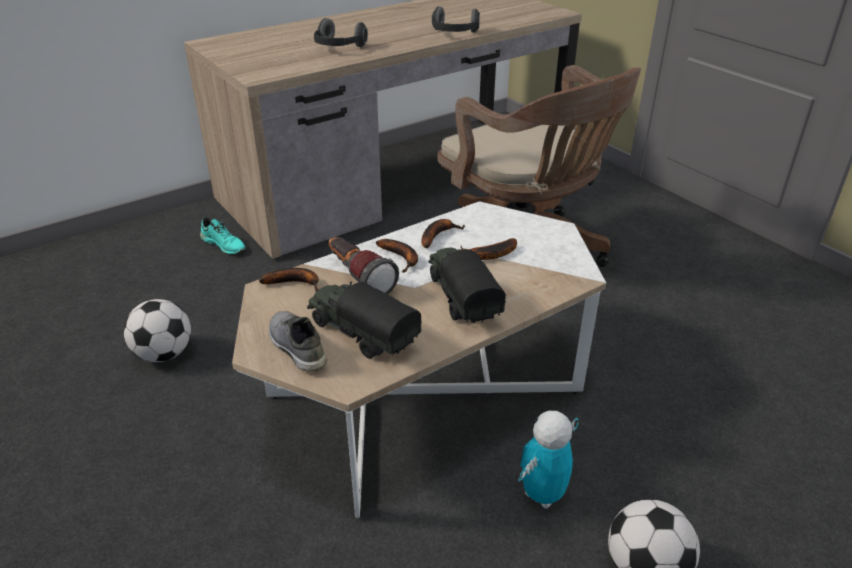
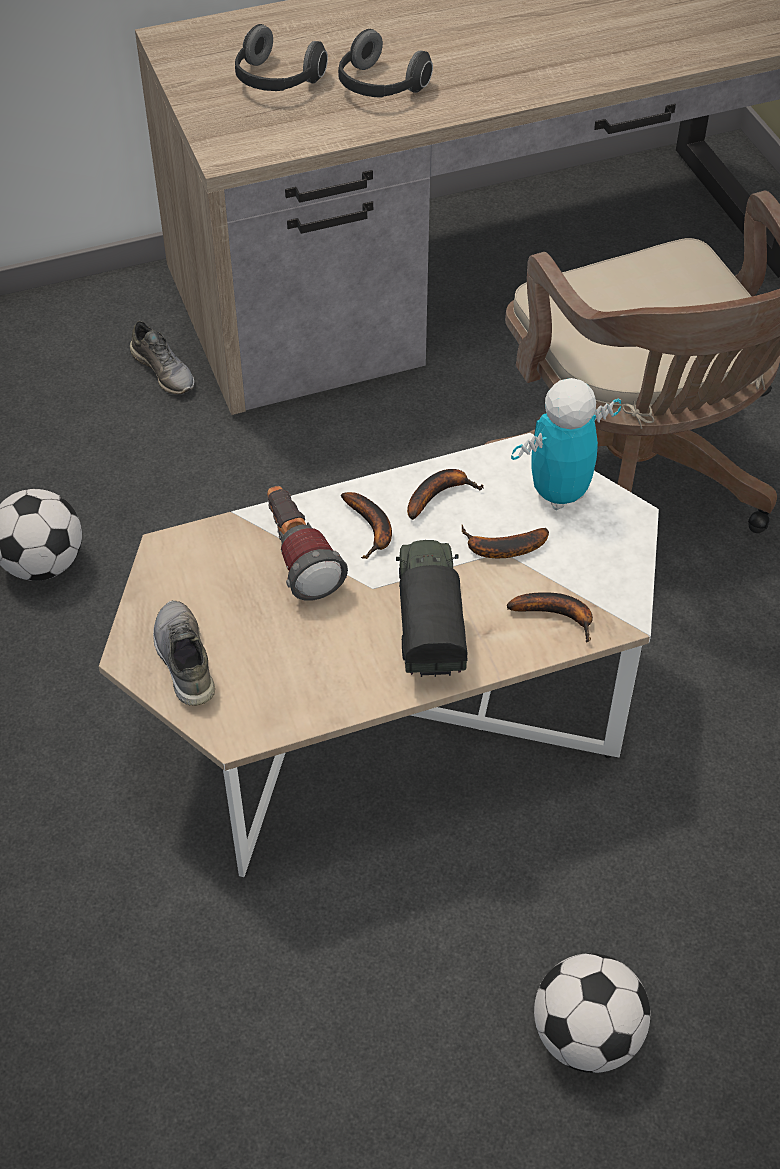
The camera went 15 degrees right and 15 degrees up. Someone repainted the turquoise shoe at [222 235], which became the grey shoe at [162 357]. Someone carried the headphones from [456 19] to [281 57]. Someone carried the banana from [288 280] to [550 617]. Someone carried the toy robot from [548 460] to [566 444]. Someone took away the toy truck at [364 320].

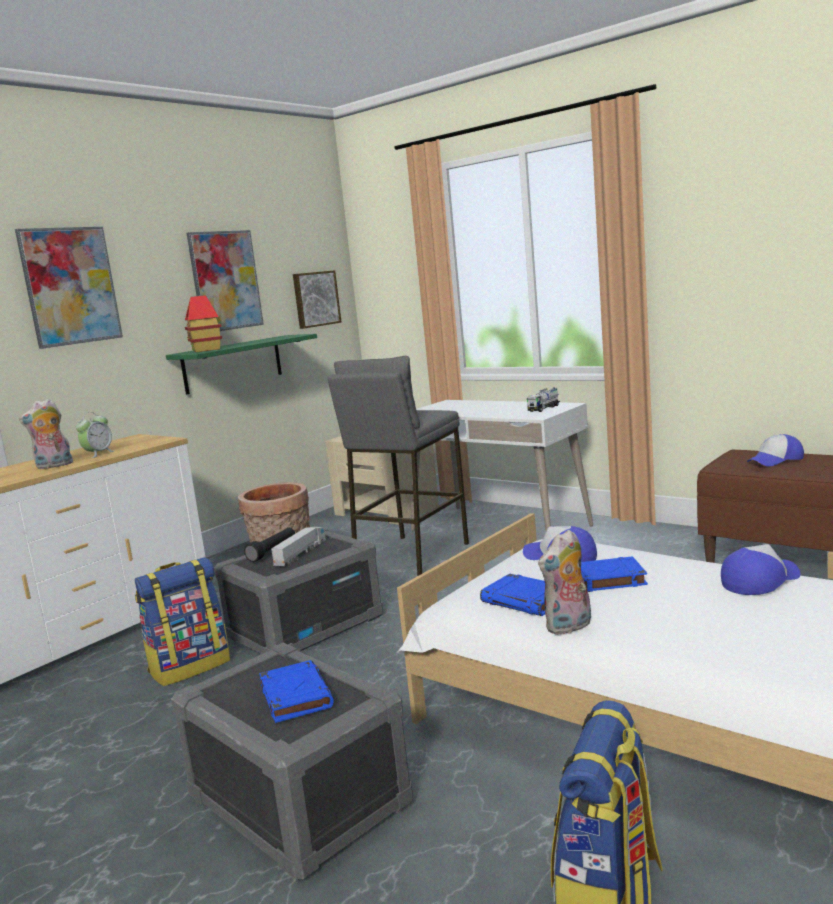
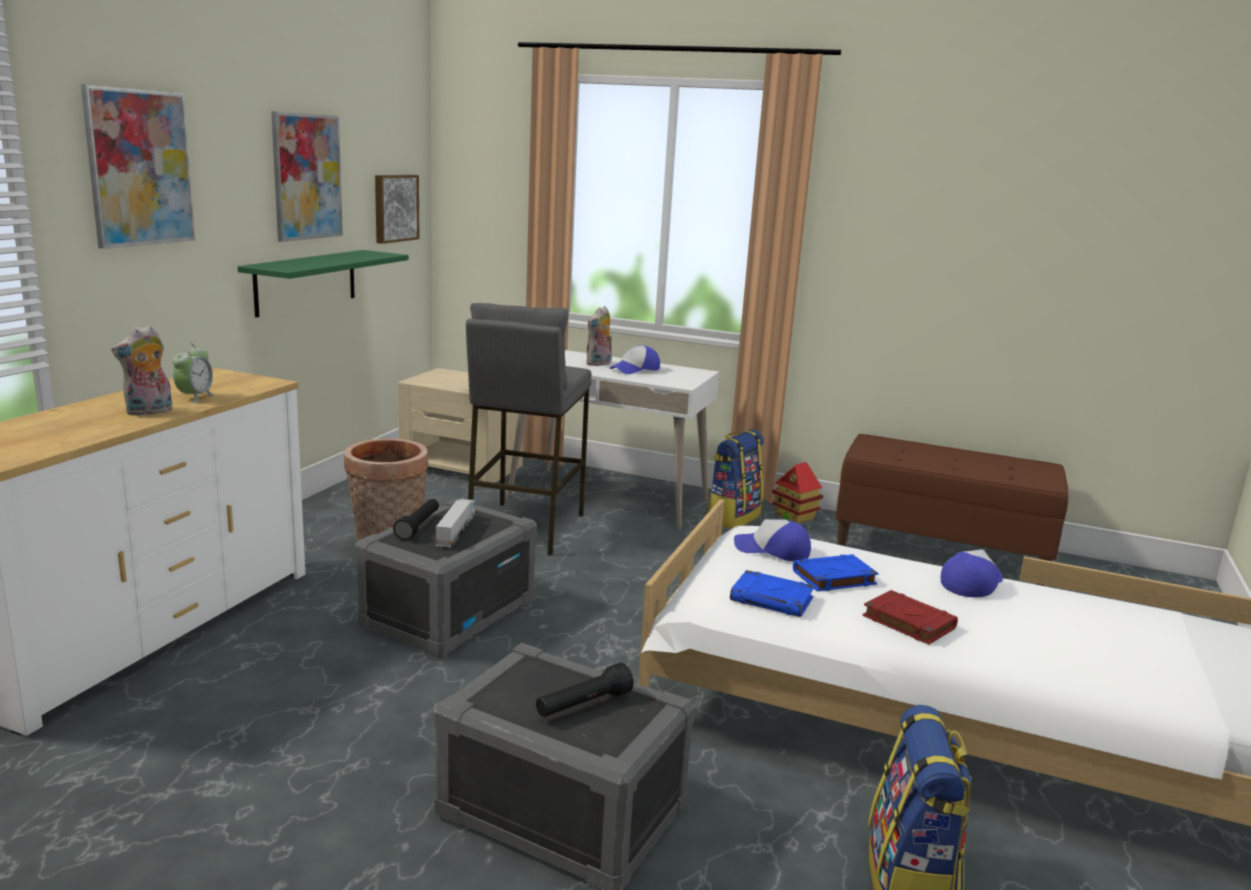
The camera went 20 degrees left and 5 degrees up. Someone swapped the blue book at [296 691] for the black flashlight at [585 689]. Someone carried the plush toy from [564 582] to [599 336]. Someone carried the cap from [775 450] to [635 360]. Someone carried the backpack from [182 621] to [734 479]. Someone carried the toy house from [203 323] to [797 492]. Someone put down the red book at [910 617]. Someone took away the toy truck at [543 399].

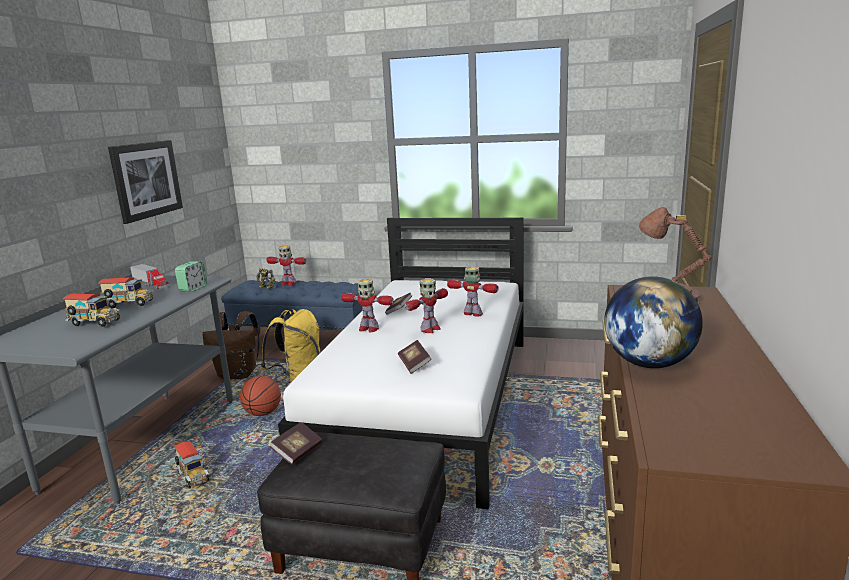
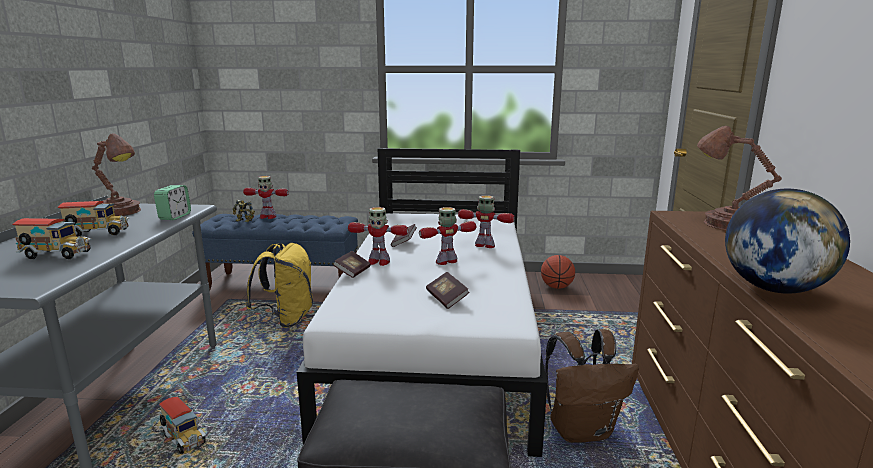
The camera went 10 degrees left and 0 degrees up. Someone swapped the toy truck at [150 276] for the brown table lamp at [116 174]. Someone carried the book from [296 443] to [352 264]. Someone rotated the toy robot at [426 306] by 150 degrees counterclockwise. Someone carried the basketball from [260 396] to [558 272]. Someone carried the brown backpack from [230 345] to [592 386]. Someone took away the picture at [145 182].

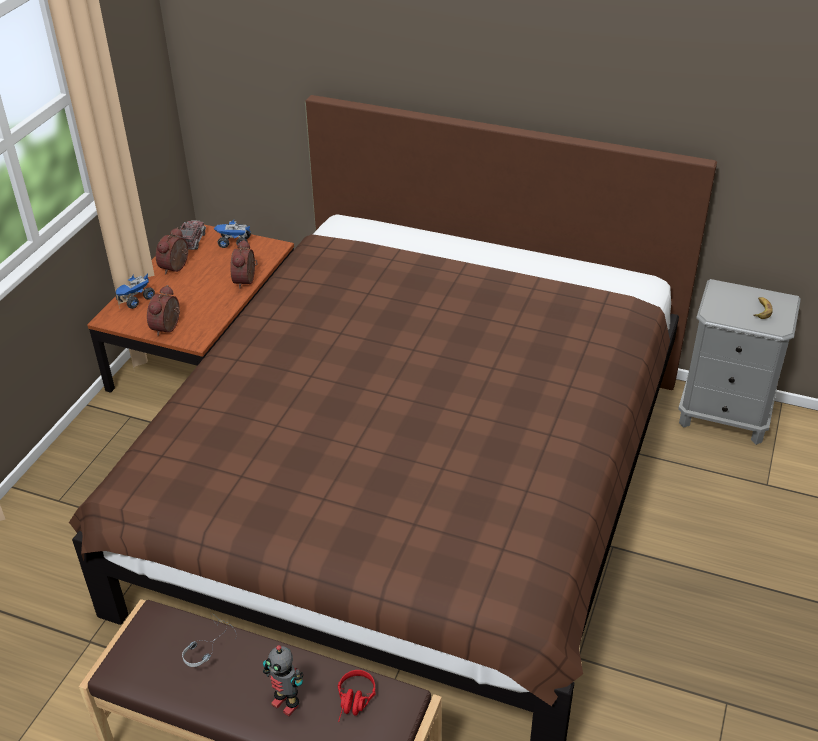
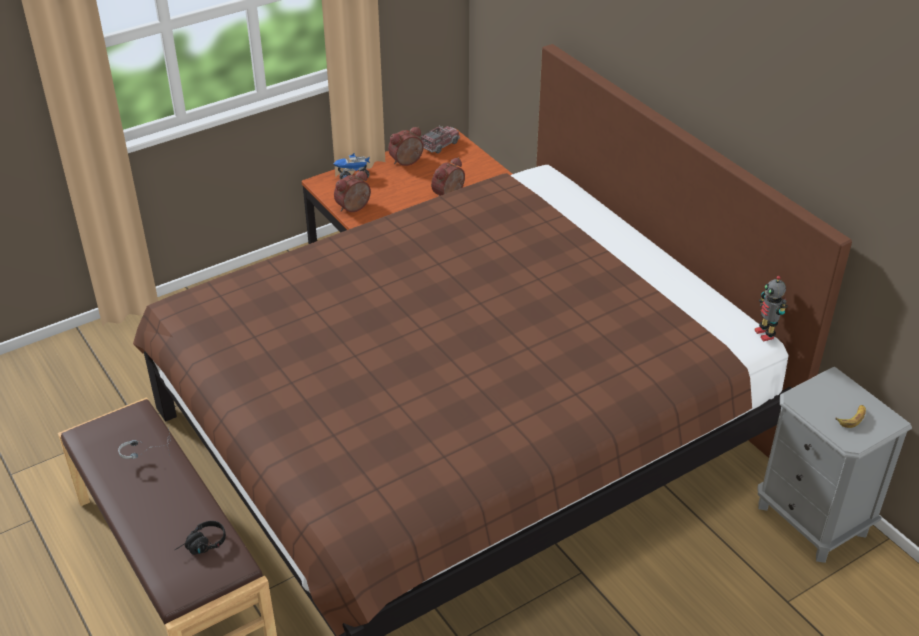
The camera went 35 degrees right and 0 degrees up. Someone repainted the red headphones at [357 696], which became the black headphones at [200 538]. Someone carried the toy robot from [283 680] to [771 308]. Someone took away the toy truck at [232 234].

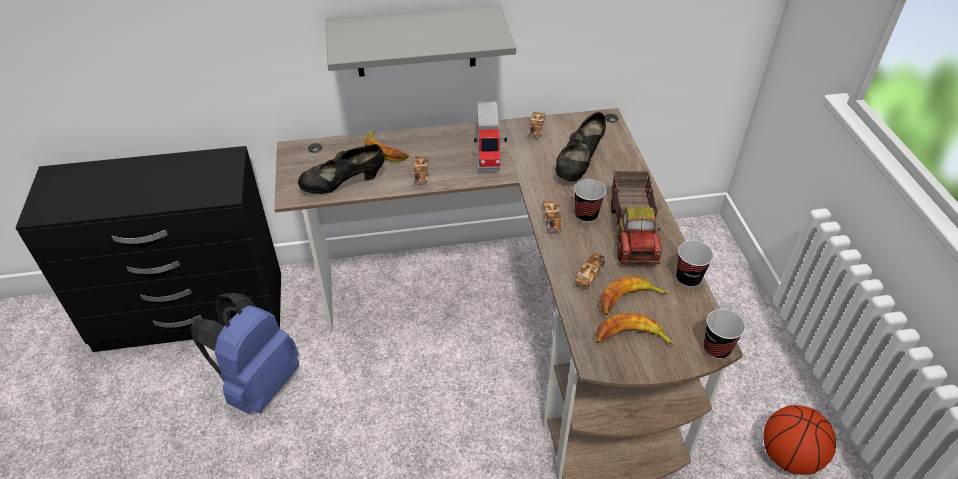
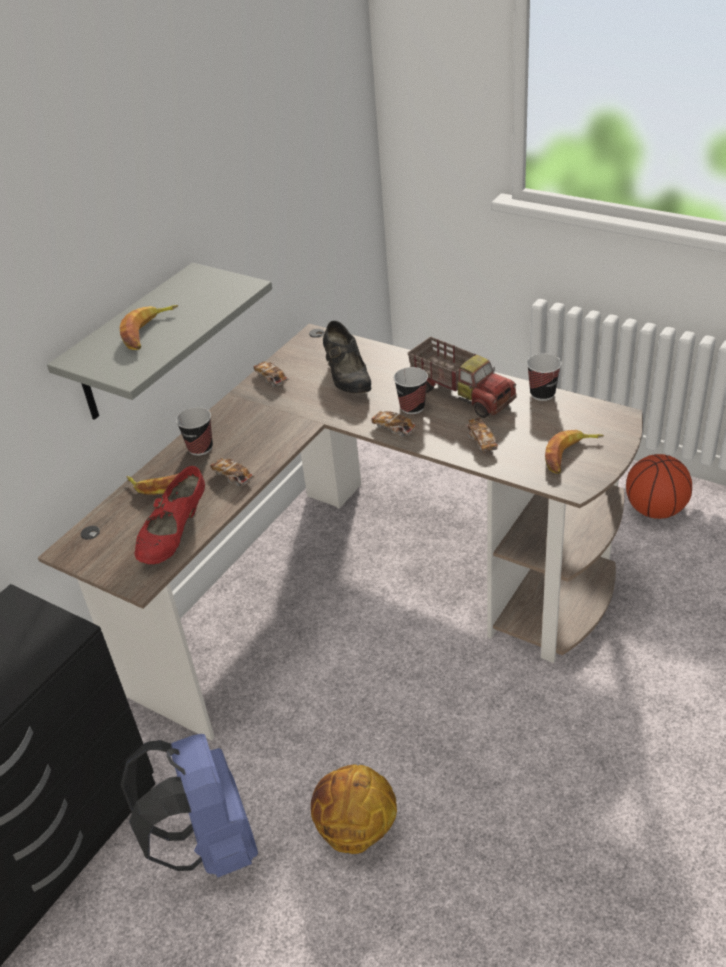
The camera went 45 degrees left and 5 degrees down. Someone carried the banana from [635 295] to [149 327]. Someone repainted the black shoe at [341 169], which became the red shoe at [169 515]. Someone carried the cup from [724 334] to [194 431]. Someone put down the basketball at [354 809]. Someone took away the toy truck at [490 136].

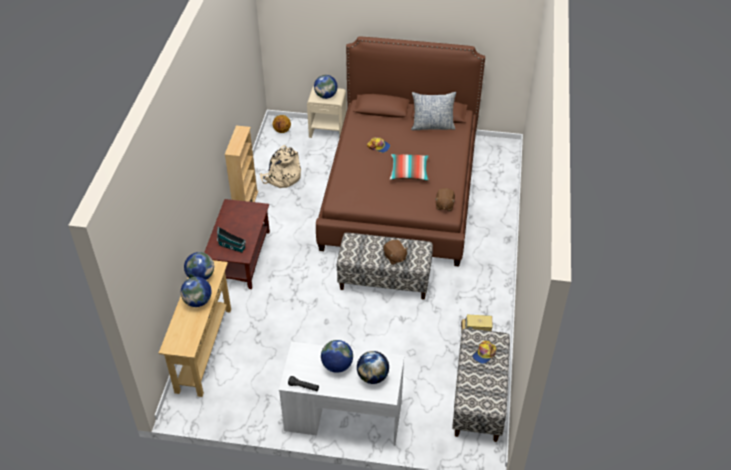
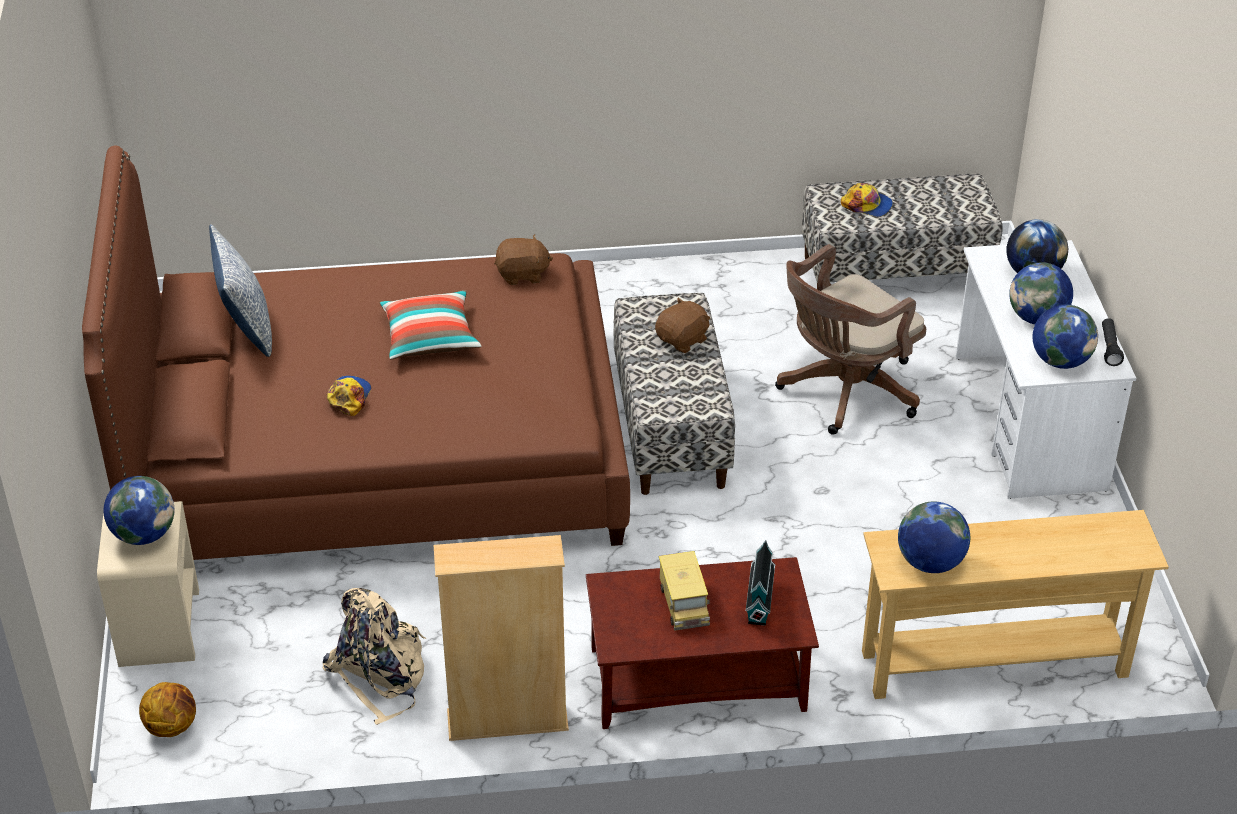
The camera went 105 degrees left and 5 degrees down. Someone carried the toy truck from [477 324] to [684 591]. Someone put down the brown office chair at [850 339]. Someone carried the globe from [196 292] to [1065 336].

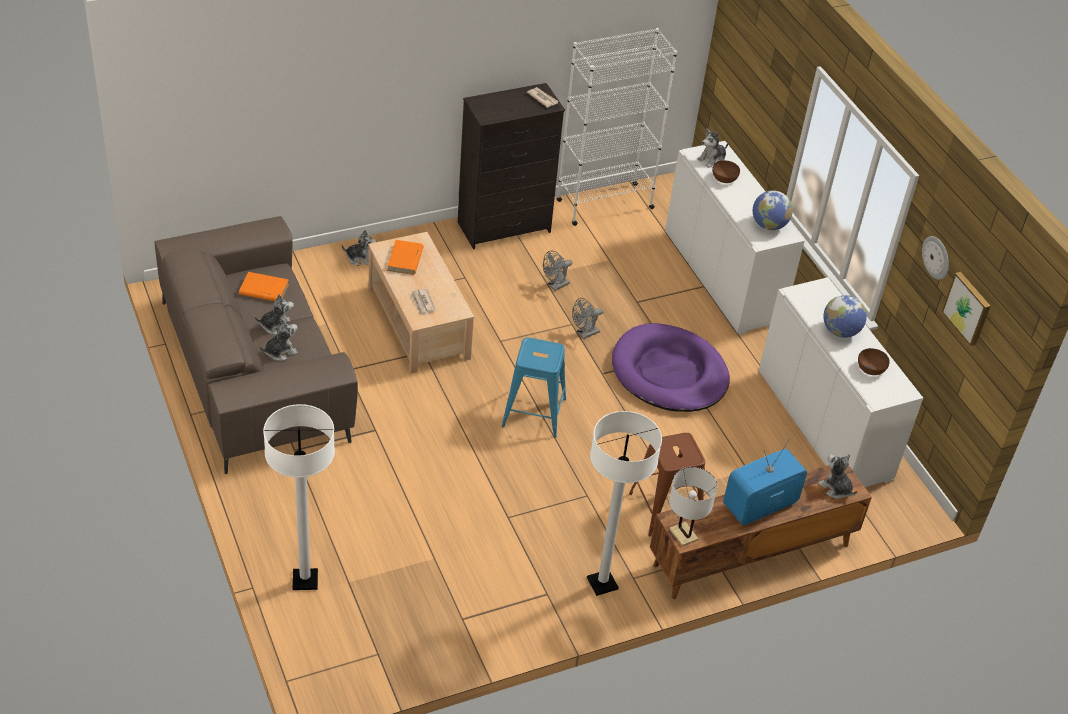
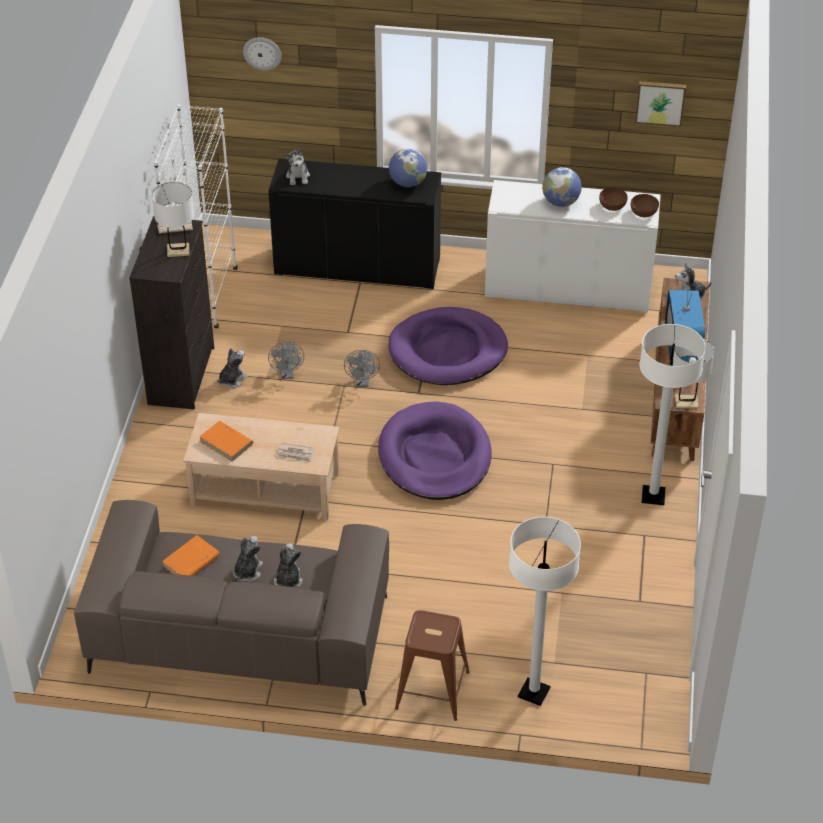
The camera went 55 degrees left and 0 degrees up. Someone put down the white table lamp at [173 219]. Someone carried the plush toy from [359 248] to [232 368]. Someone carried the wall clock from [935 258] to [262 53]. Someone repainted the white cabinet at [734 238], which became the black cabinet at [354 223]. Someone swapped the blue stool at [534 387] for the purple dog bed at [435 450]. Someone carried the brown stool from [667 484] to [432 665]. Someone carried the brown bowl from [726 171] to [645 205].

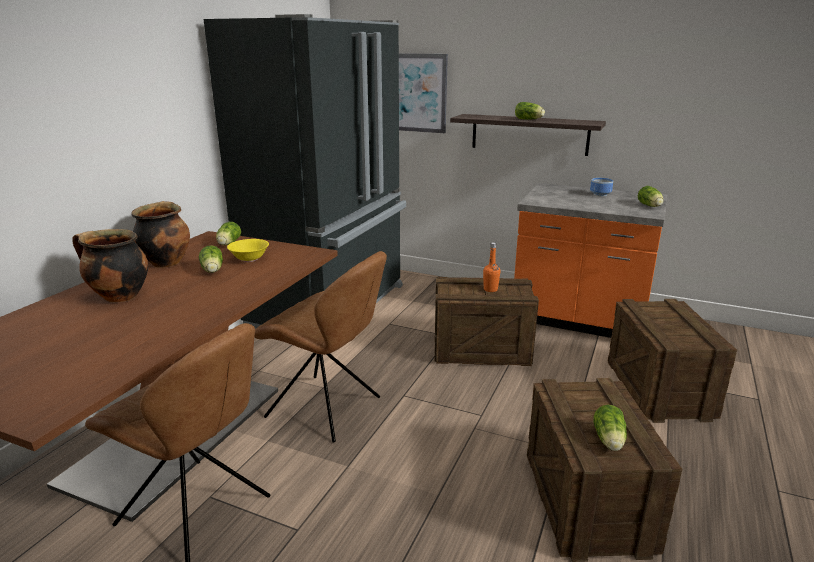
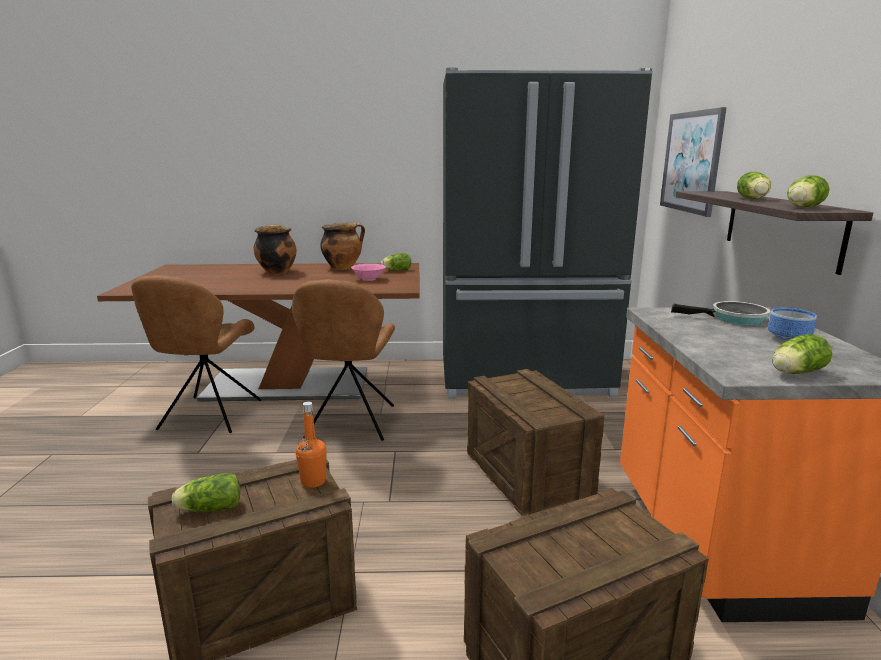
The camera went 65 degrees right and 5 degrees down. Someone carried the orange bottle from [492 267] to [311 445]. Someone repainted the yellow bowl at [248 250], which became the pink bowl at [368 272]. Someone put down the frying pan at [720 313]. Someone carried the lettuce from [211 259] to [808 191].

